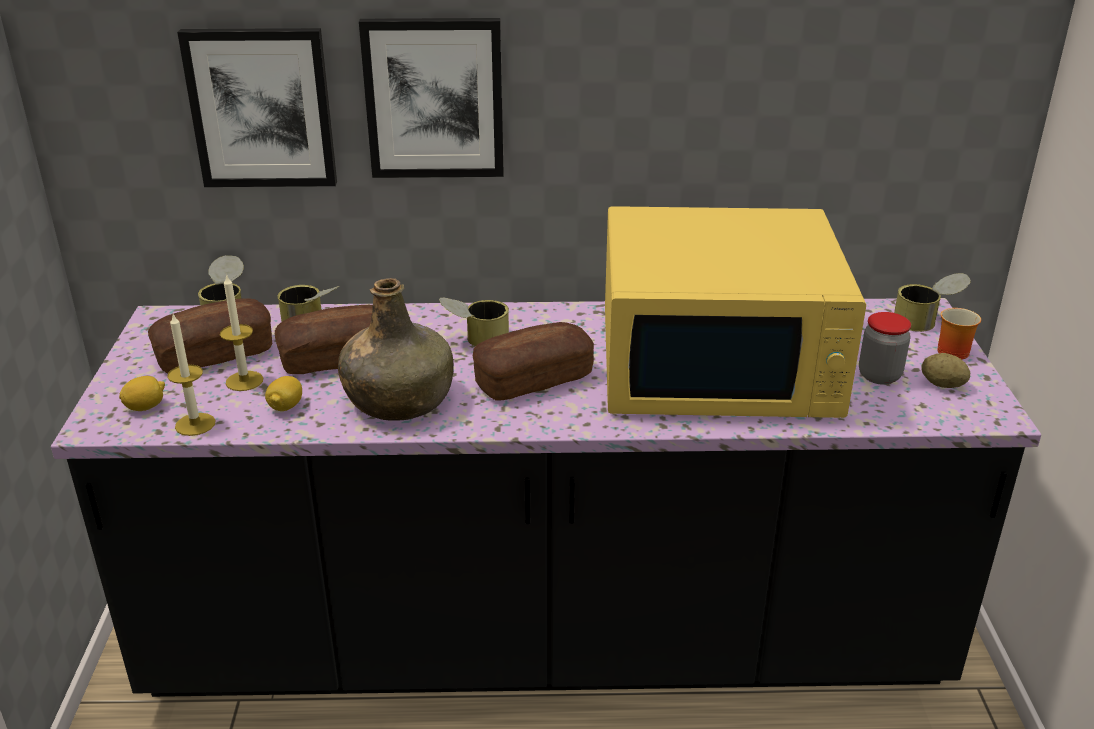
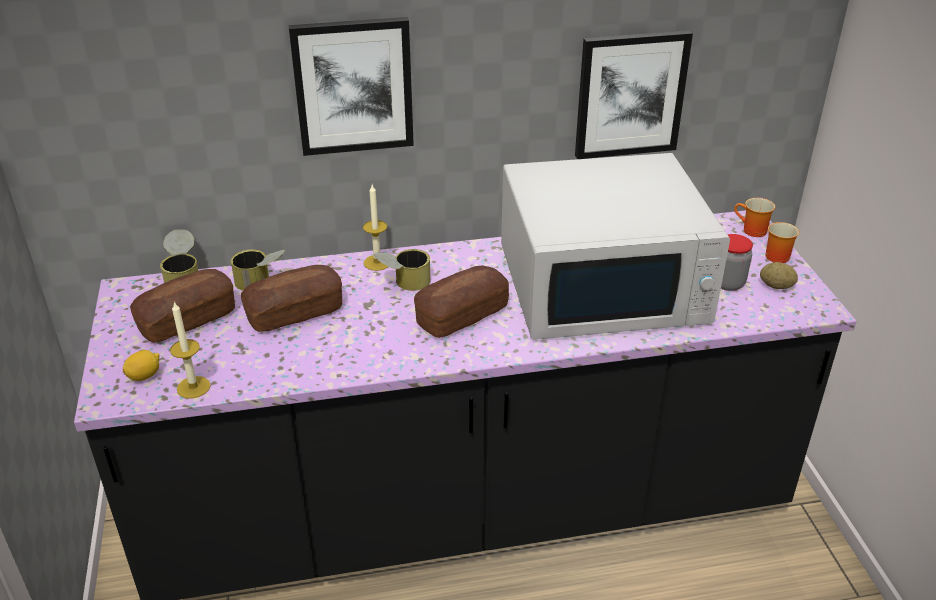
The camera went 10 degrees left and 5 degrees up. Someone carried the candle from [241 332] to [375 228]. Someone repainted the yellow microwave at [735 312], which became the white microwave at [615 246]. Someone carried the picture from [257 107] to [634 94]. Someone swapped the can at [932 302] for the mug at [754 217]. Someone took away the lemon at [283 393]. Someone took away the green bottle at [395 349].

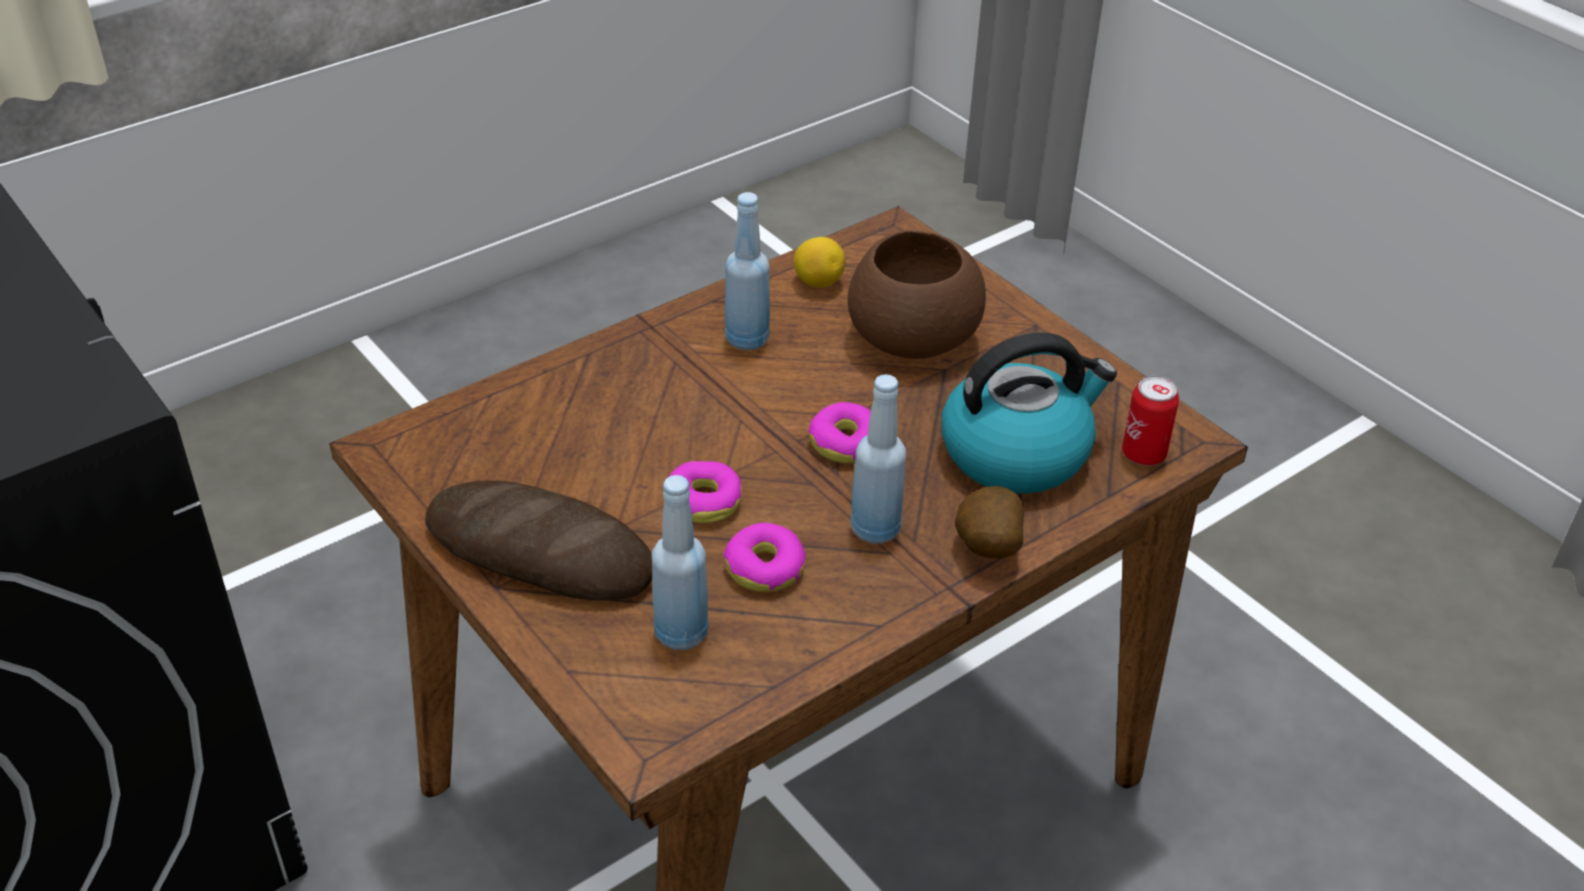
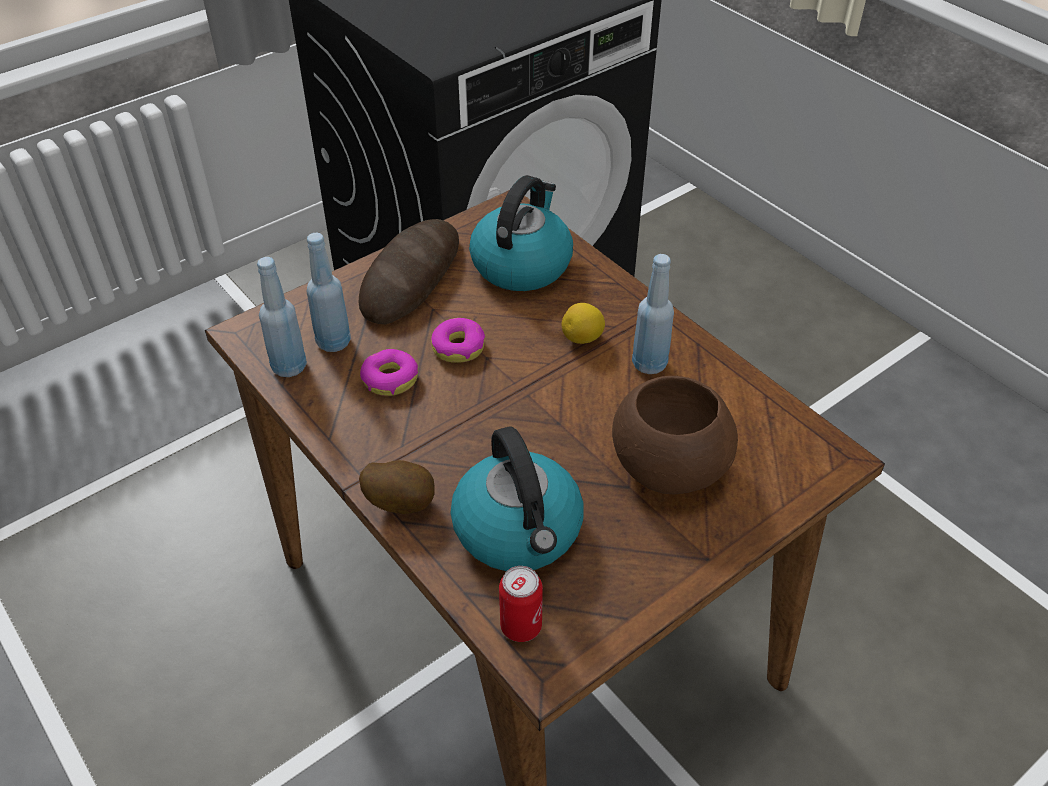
The camera went 90 degrees right and 5 degrees up. Someone carried the blue bottle from [878 459] to [282 317]. Someone put down the kettle at [521 233]. Someone carried the lemon from [819 262] to [583 323]. Someone took away the donut at [840 432].

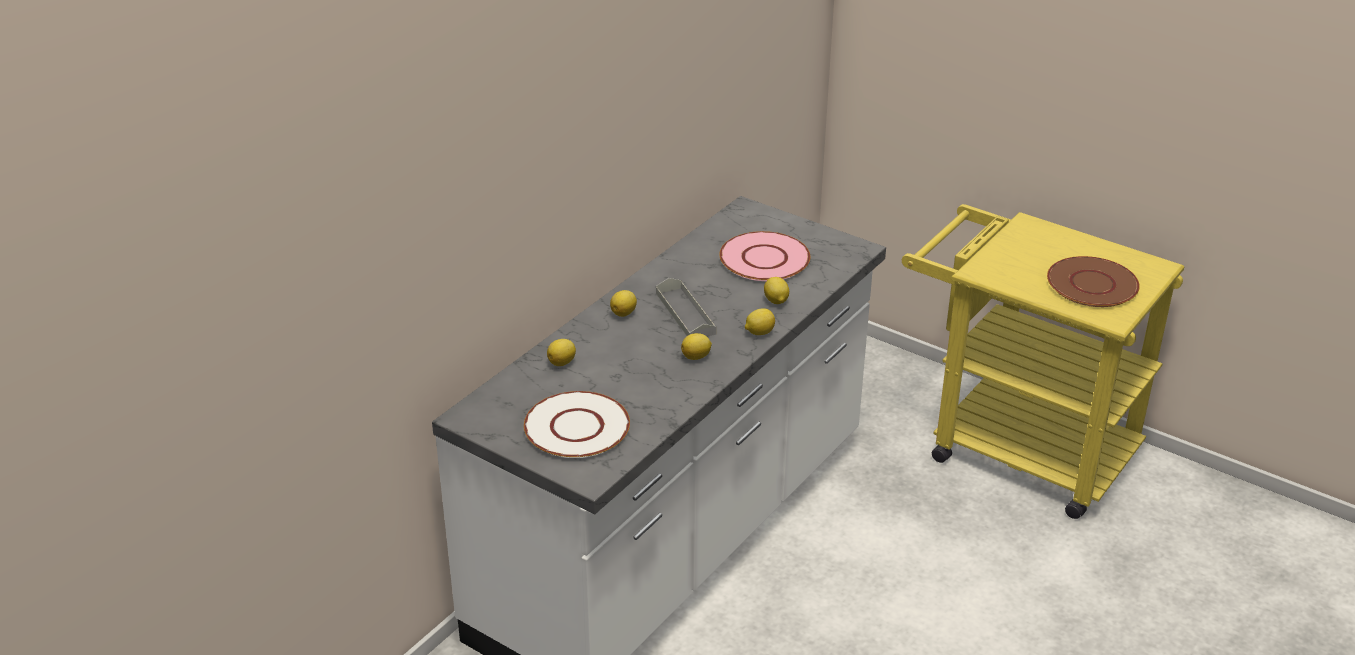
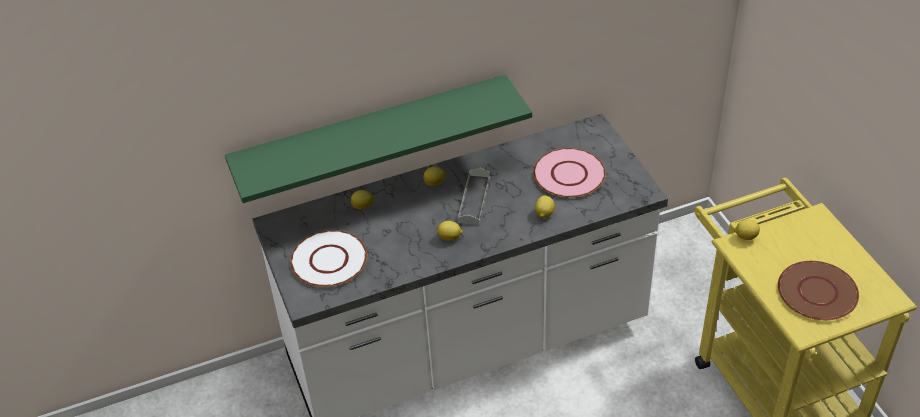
The camera went 35 degrees right and 10 degrees up. Someone put up the green shelf at [378 139]. Someone carried the lemon from [760 321] to [747 230].

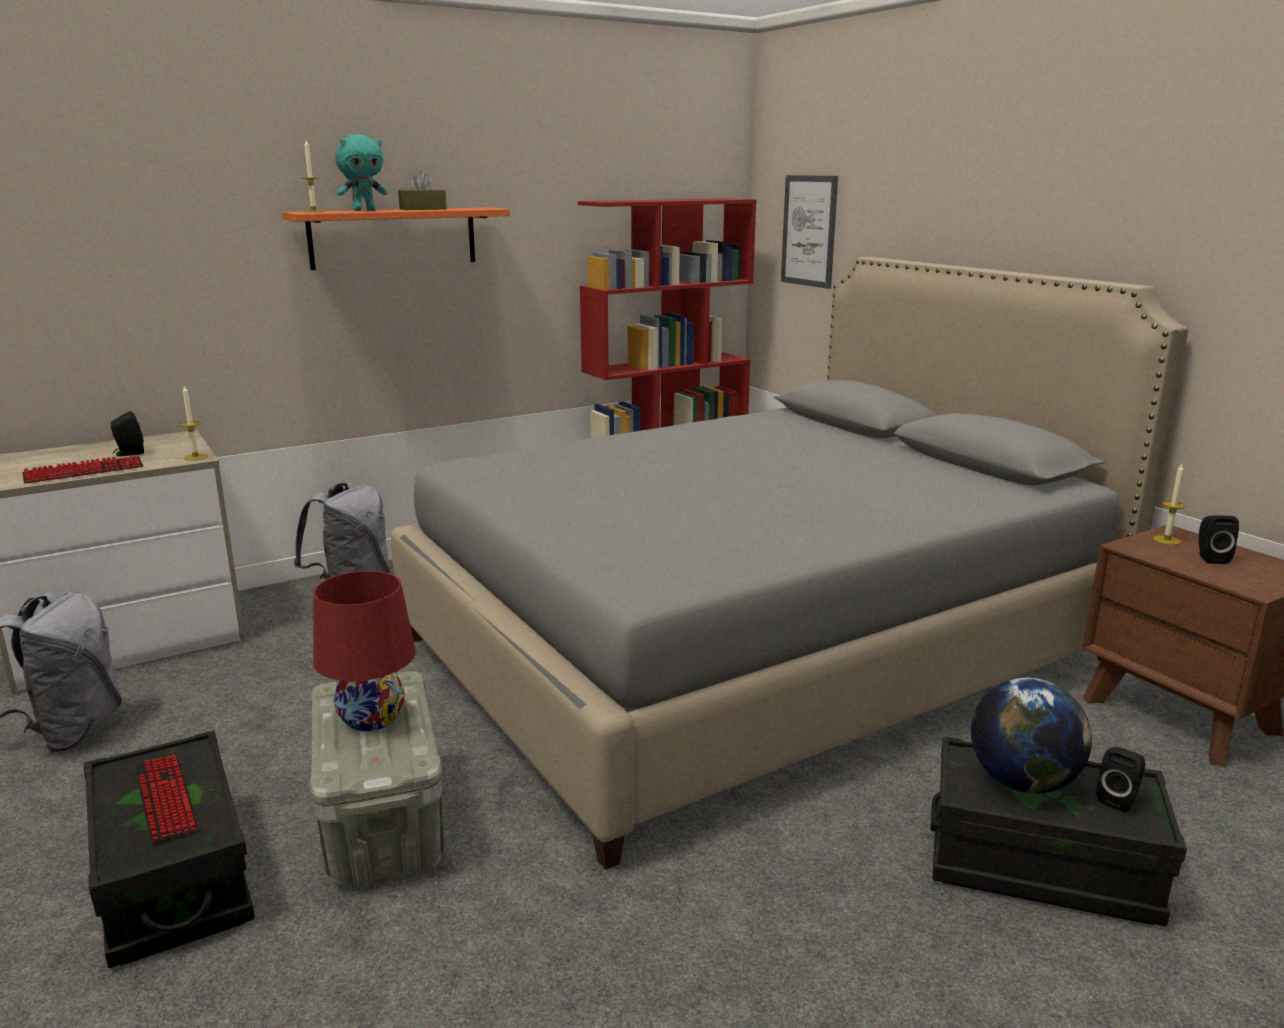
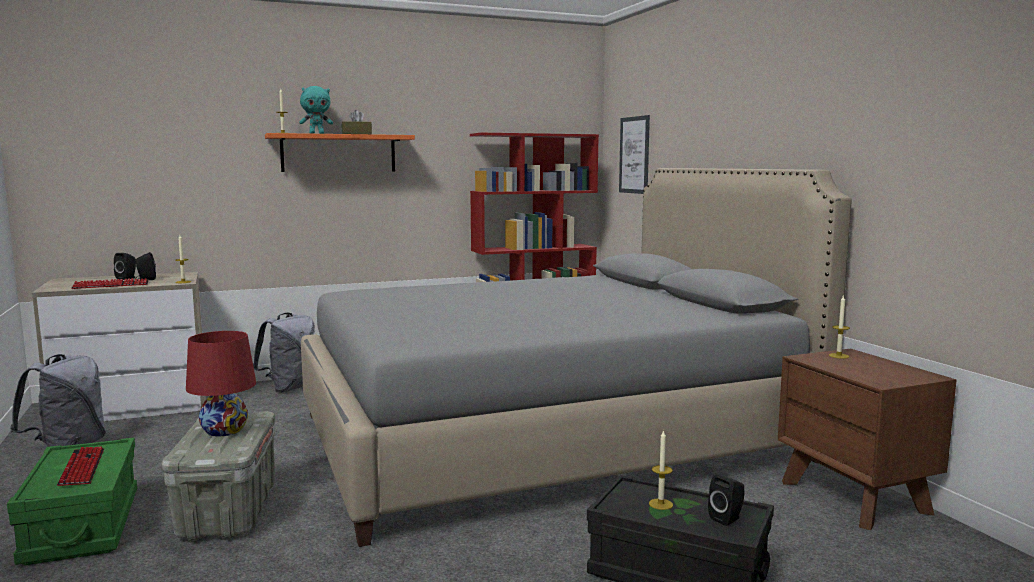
The camera went 10 degrees right and 10 degrees down. Someone repainted the black storage box at [169 849], which became the green storage box at [72 501]. Someone carried the black speaker from [1219 539] to [125 266]. Someone swapped the globe at [1031 736] for the candle at [661 470].

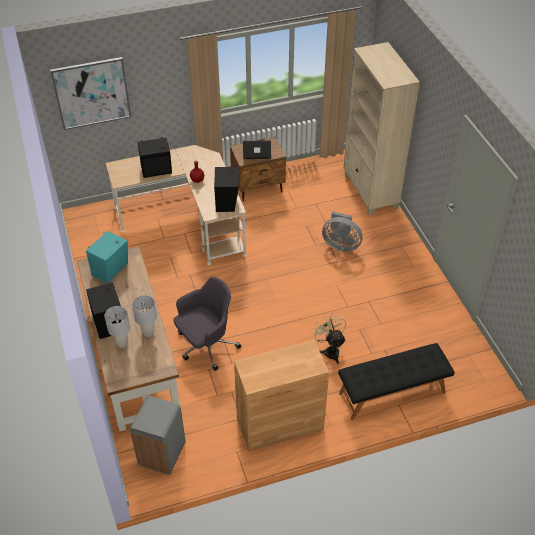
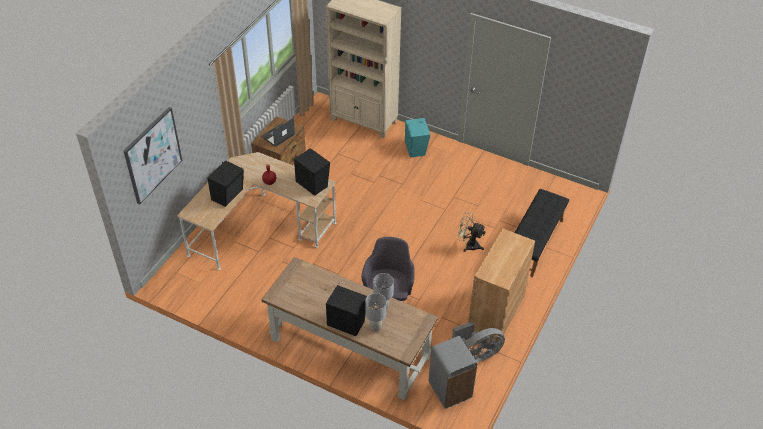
The camera went 45 degrees left and 0 degrees up. Someone carried the turquoise speaker from [107 257] to [417 138]. Someone carried the grey fan from [342 231] to [478 341].

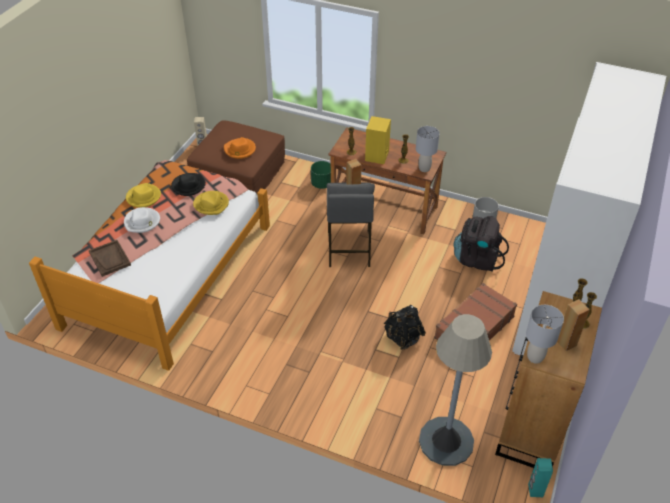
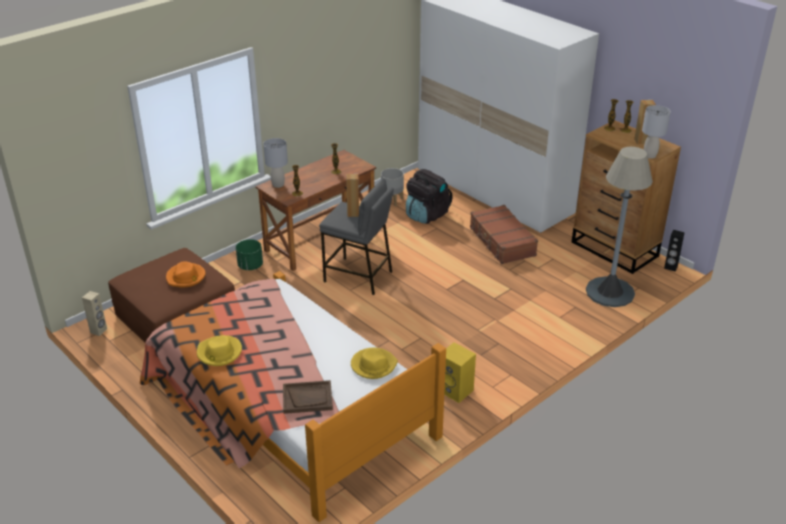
The camera went 65 degrees left and 10 degrees down. Someone carried the grey table lamp from [428 149] to [275 163]. Someone carried the yellow hat from [211 203] to [374 363]. Someone carried the yellow speaker from [378 140] to [460 372]. Someone repainted the turquoise speaker at [540 477], which became the black speaker at [674 250]. Someone took away the white hat at [142 220]. Someone took away the black hat at [188 184]. Someone took away the black backpack at [405 327].

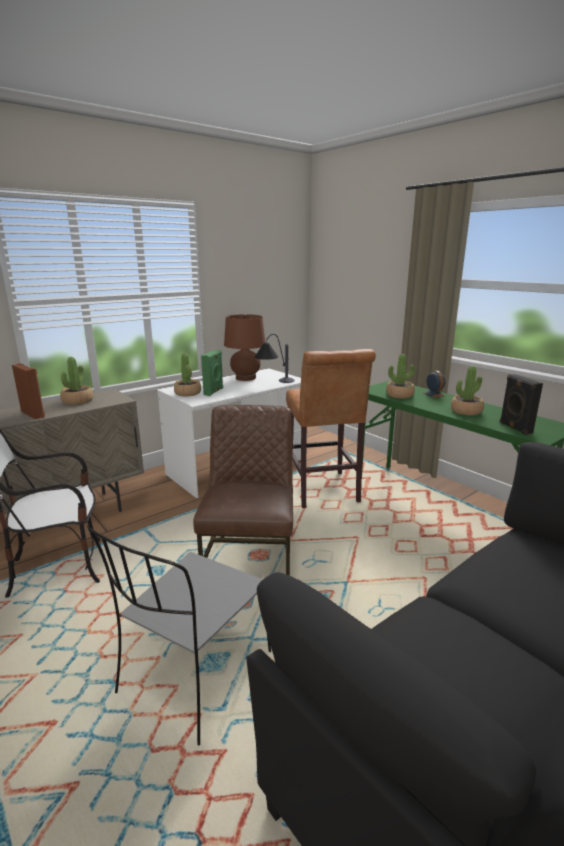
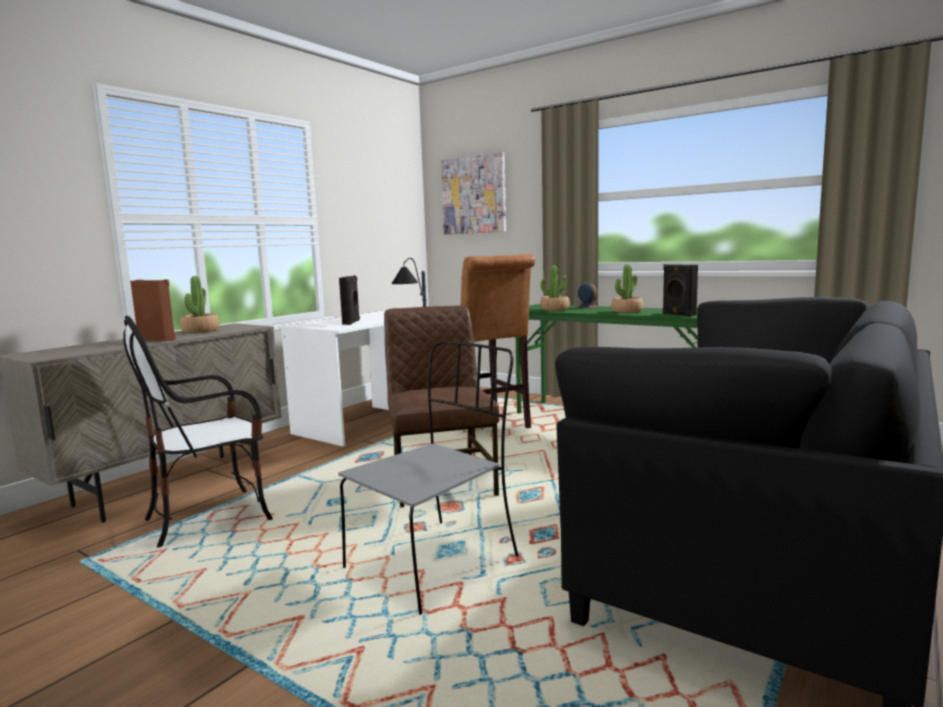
The camera went 15 degrees left and 10 degrees down. Someone rotated the grey chair at [179 636] by 150 degrees counterclockwise. Someone repainted the green speaker at [212 373], which became the black speaker at [349 300]. Someone put up the picture at [473 193]. Someone took away the potted plant at [187 374]. Someone took away the brown table lamp at [244 347].

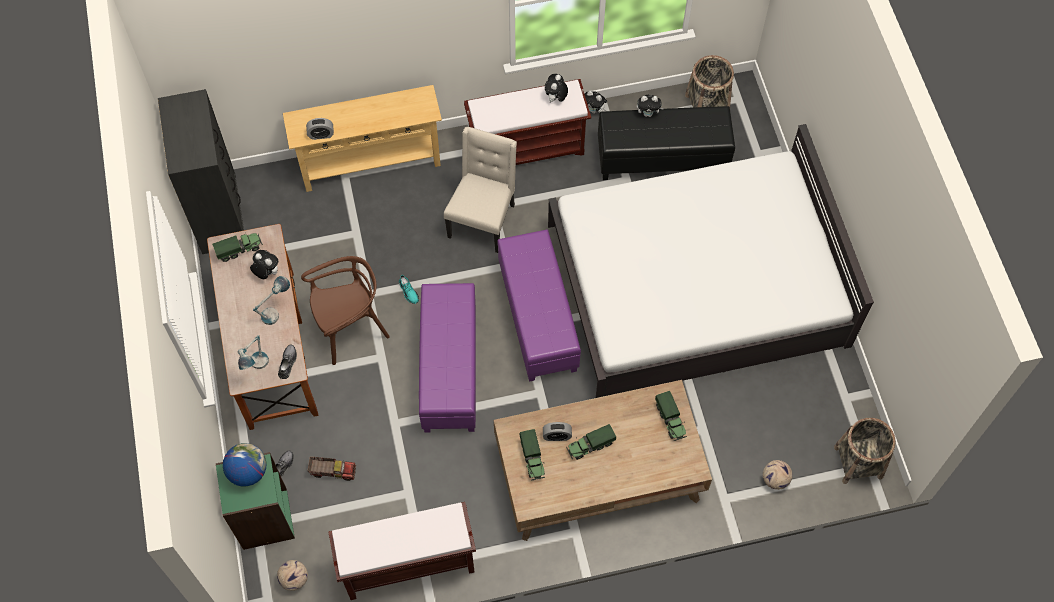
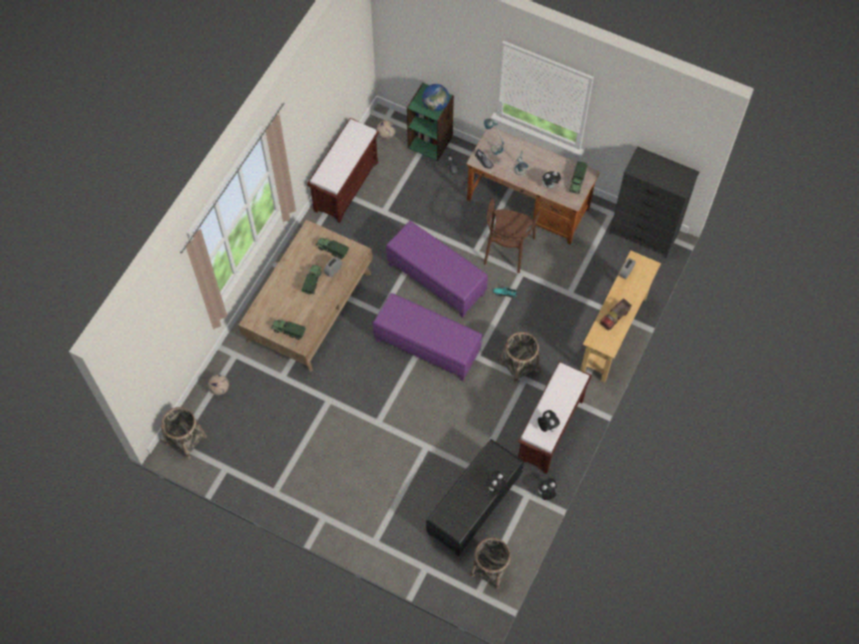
The camera went 130 degrees right and 0 degrees up. Someone swapped the beige chair at [480 190] for the basket at [519 358]. Someone carried the toy truck from [331 468] to [616 314]. Someone took away the white bed at [711 261].

